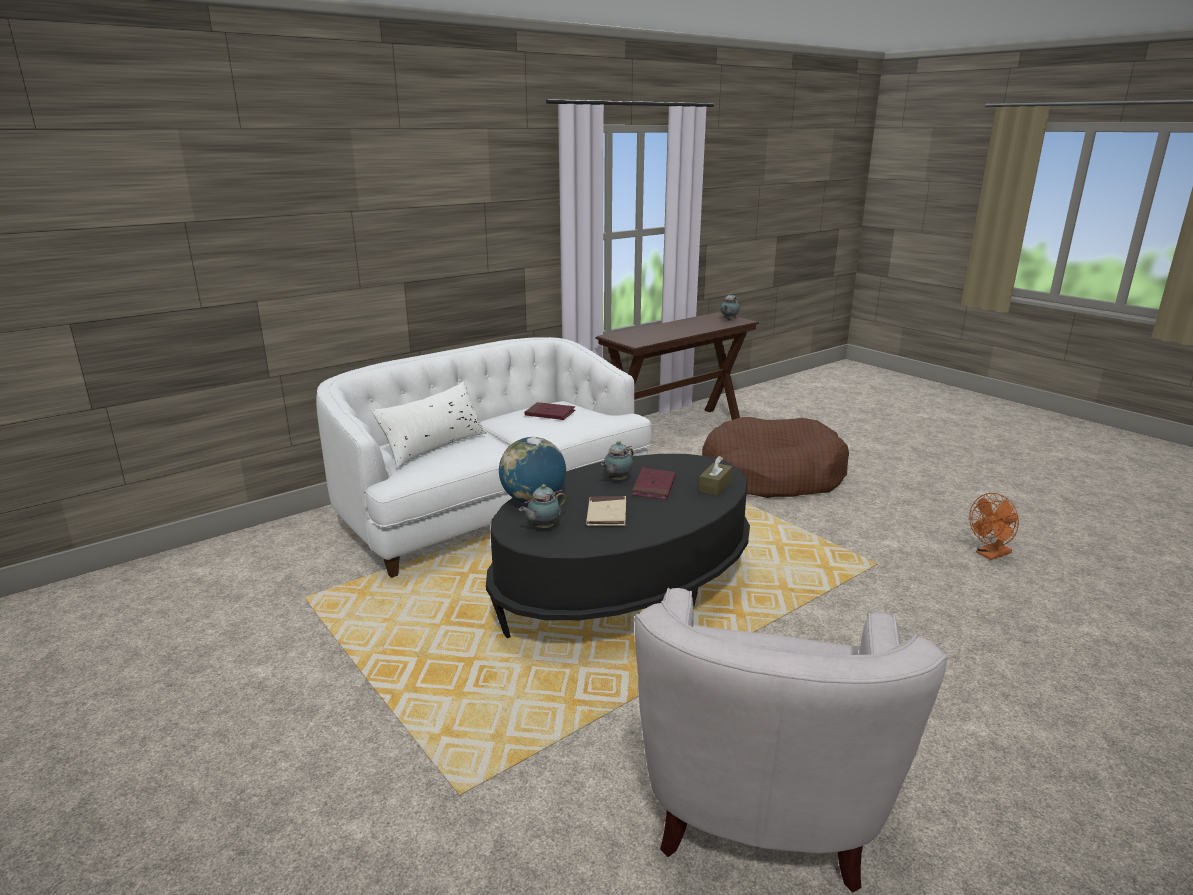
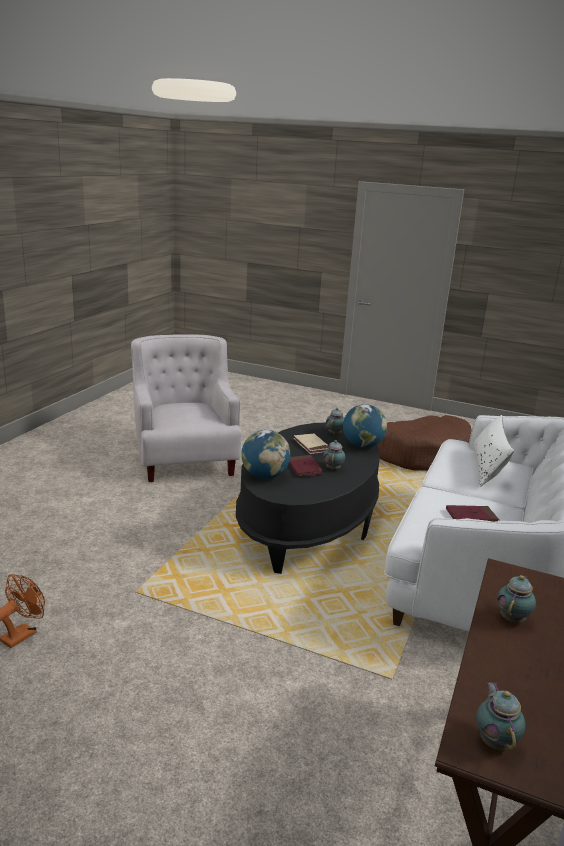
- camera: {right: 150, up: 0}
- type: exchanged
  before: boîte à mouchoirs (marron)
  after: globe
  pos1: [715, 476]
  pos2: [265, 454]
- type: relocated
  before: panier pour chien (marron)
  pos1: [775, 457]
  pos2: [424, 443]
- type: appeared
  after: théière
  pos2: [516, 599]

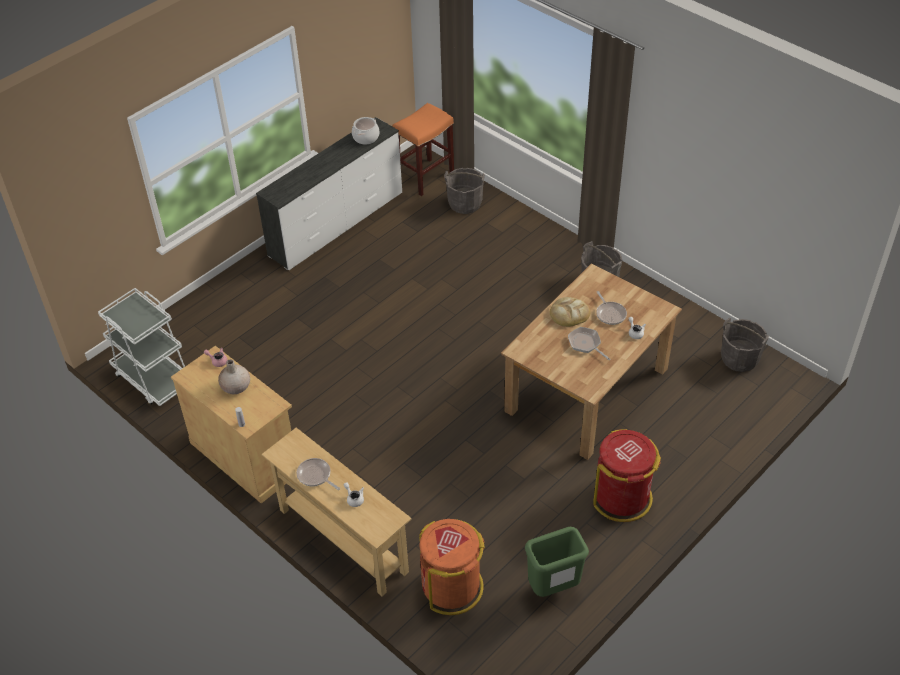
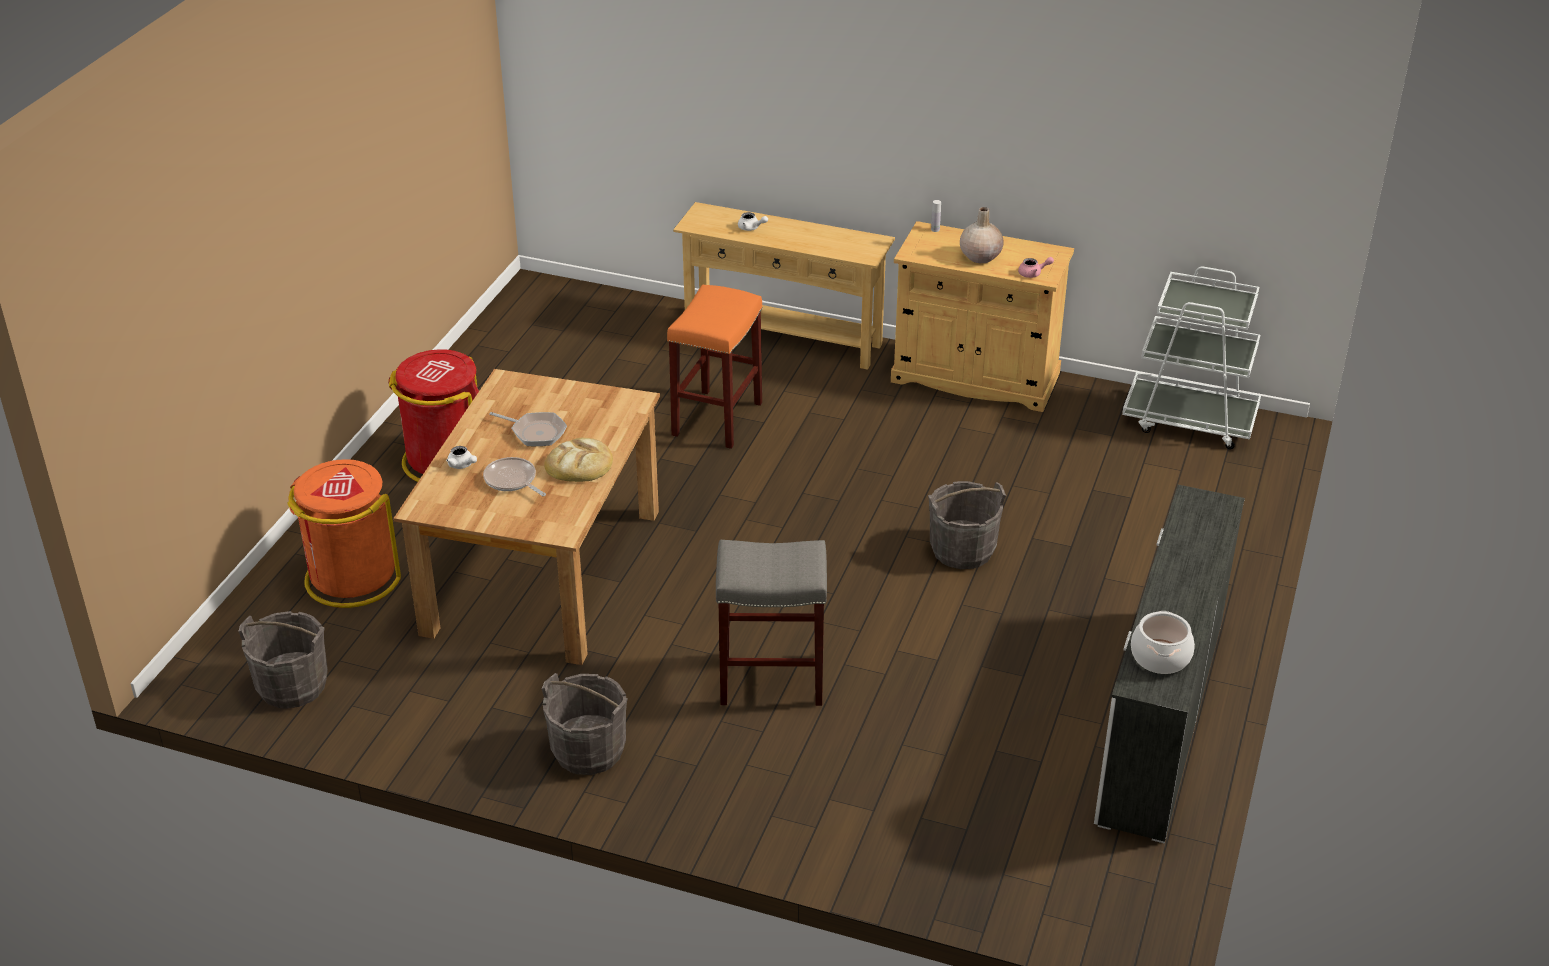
- camera: {right: 155, up: -10}
- type: missing
  before: poêle
  pos1: [318, 474]
- type: relocated
  before: tabouret (orange)
  pos1: [423, 149]
  pos2: [715, 367]
- type: relocated
  before: poubelle (orange)
  pos1: [452, 567]
  pos2: [344, 533]
- type: relocated
  before: seau (gris)
  pos1: [464, 191]
  pos2: [967, 525]
- type: missing
  before: poubelle (vert)
  pos1: [557, 562]
- type: appeared
  after: tabouret (gris)
  pos2: [771, 623]

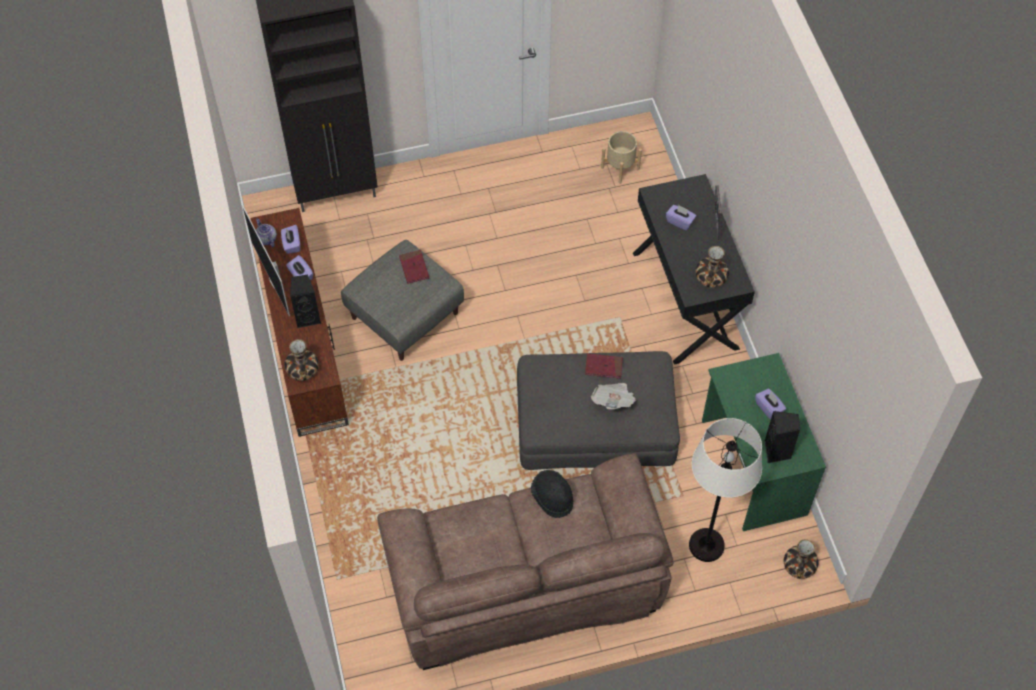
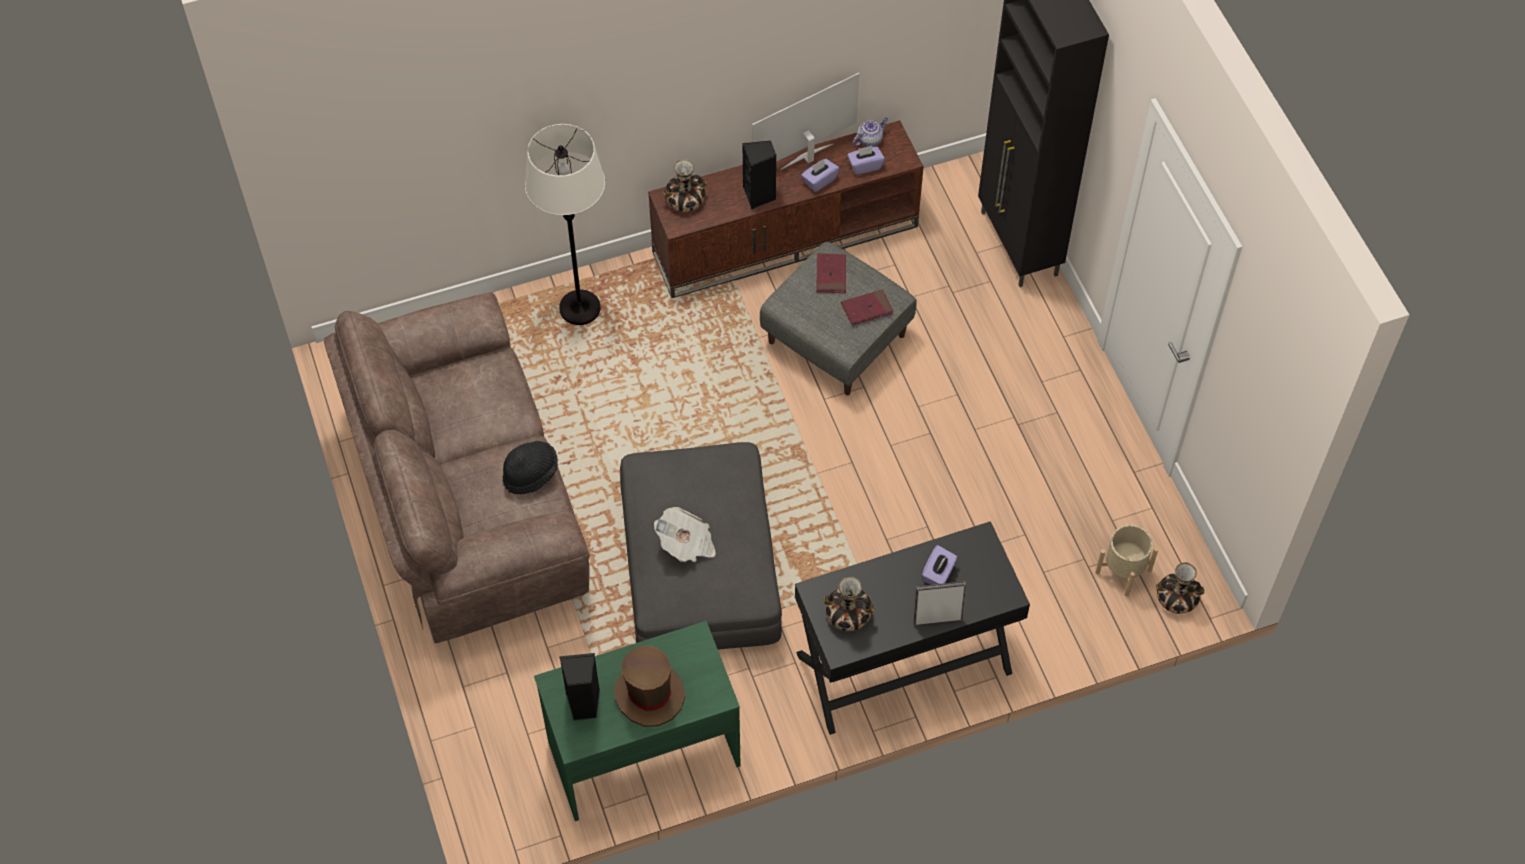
- camera: {right: 85, up: 0}
- type: relocated
  before: livre (rouge)
  pos1: [604, 366]
  pos2: [831, 273]
- type: relocated
  before: lampadaire (blanc)
  pos1: [725, 490]
  pos2: [565, 224]
- type: exchanged
  before: boîte à mouchoirs (violet)
  after: chapeau (marron)
  pos1: [770, 404]
  pos2: [650, 686]
- type: relocated
  before: vase
  pos1: [801, 559]
  pos2: [1180, 588]

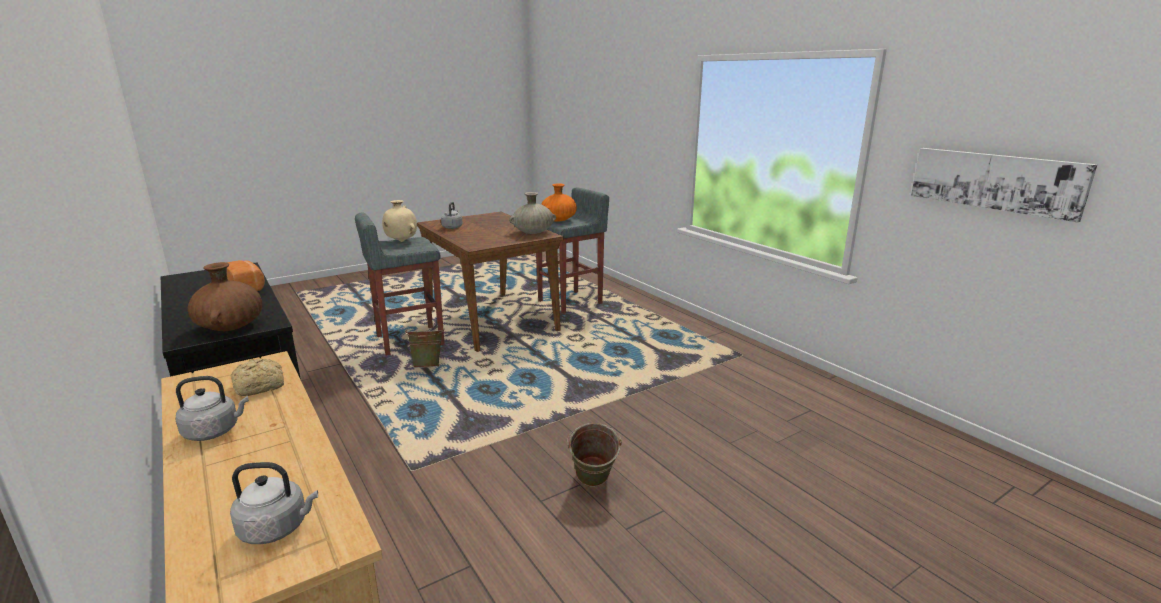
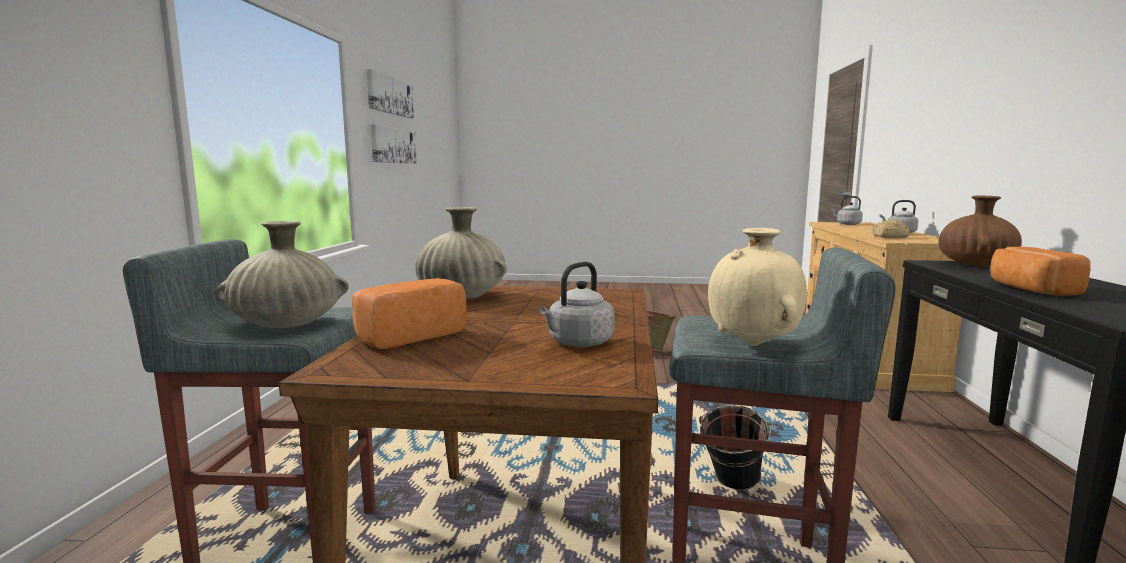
- camera: {right: -140, up: -10}
- type: colour
  before: seau (vert)
  after: seau (noir)
  pos1: [424, 348]
  pos2: [735, 448]
- type: colour
  before: vase (orange)
  after: vase (beige)
  pos1: [559, 202]
  pos2: [282, 274]
- type: appeared
  after: pain
  pos2: [409, 313]
- type: appeared
  after: tableau
  pos2: [390, 93]

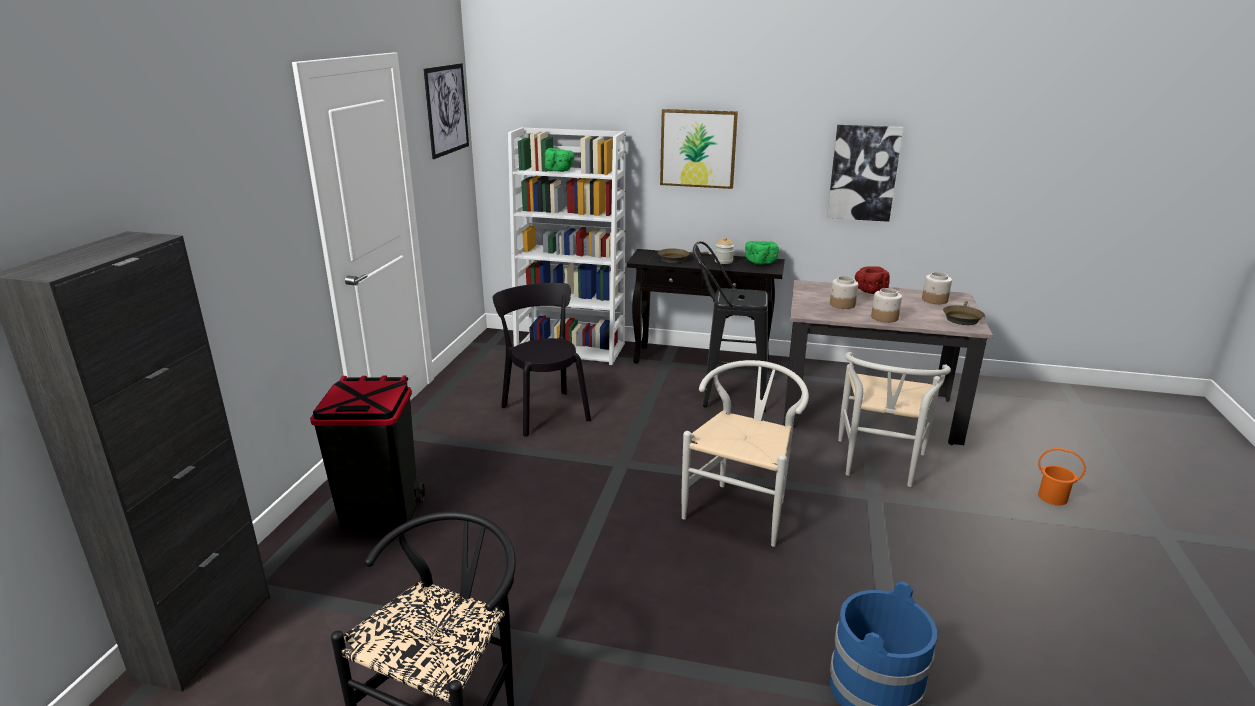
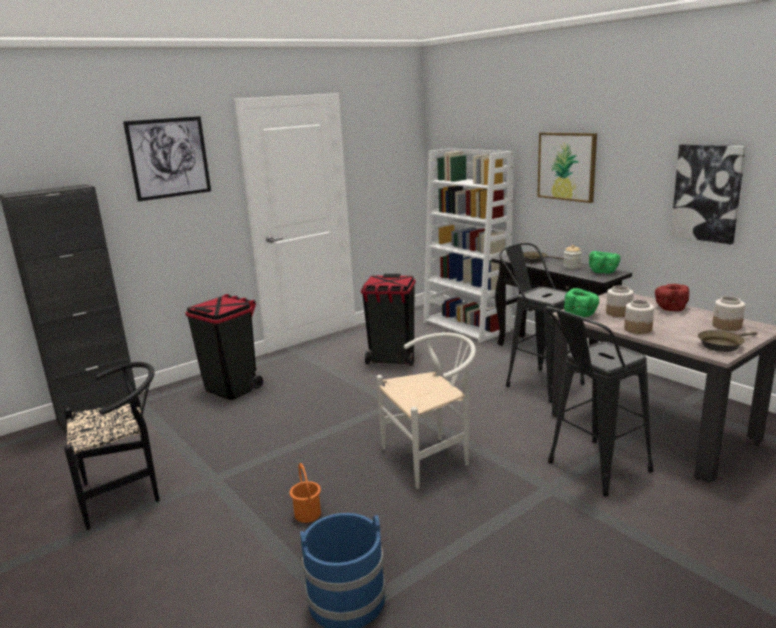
- camera: {right: 40, up: -5}
- type: relocated
  before: tableau
  pos1: [446, 111]
  pos2: [167, 159]
- type: exchanged
  before: chaise (noir)
  after: poubelle (noir)
  pos1: [542, 360]
  pos2: [388, 320]
- type: relocated
  before: bol (vert)
  pos1: [559, 160]
  pos2: [581, 302]
- type: exchanged
  before: chaise (blanc)
  after: tabouret (noir)
  pos1: [894, 419]
  pos2: [599, 401]
- type: relocated
  before: seau (orange)
  pos1: [1062, 476]
  pos2: [305, 493]

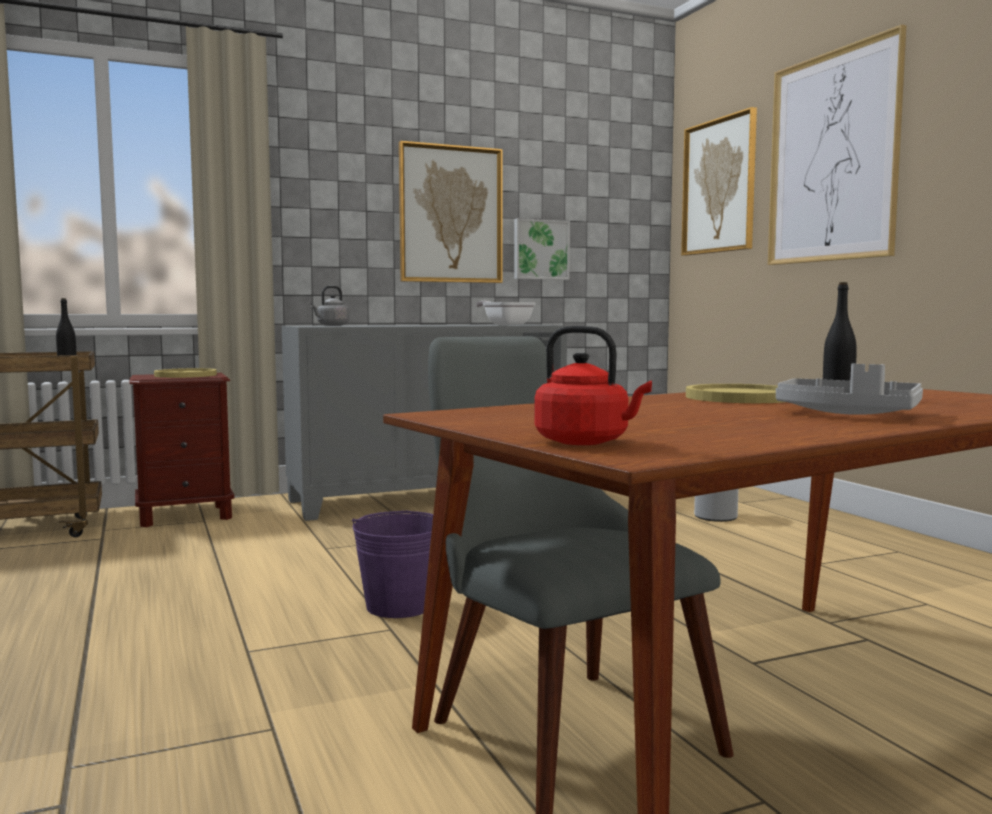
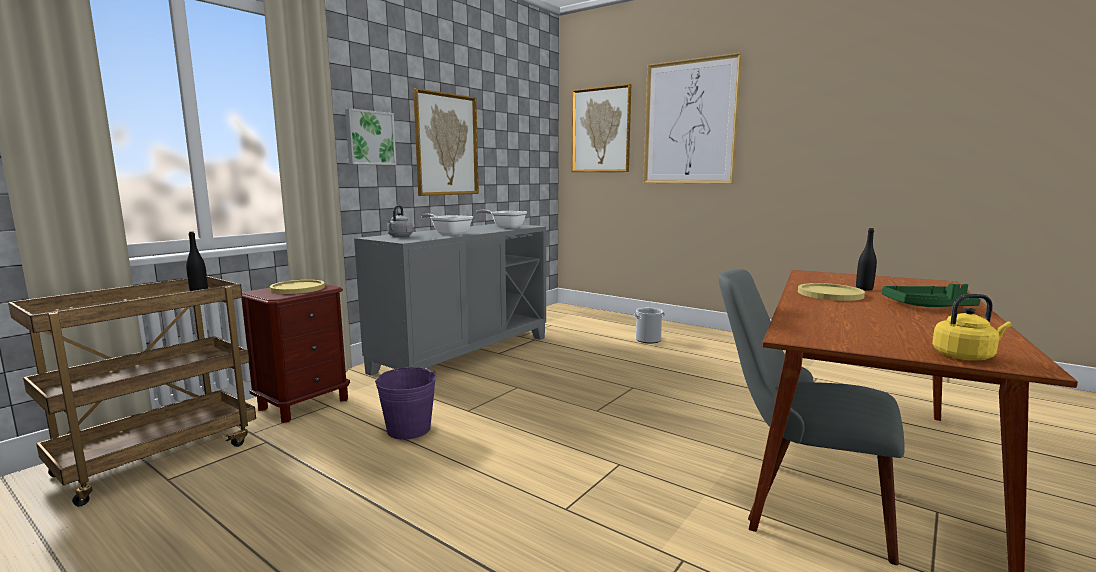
- camera: {right: -30, up: 5}
- type: relocated
  before: seau (violet)
  pos1: [392, 564]
  pos2: [405, 403]
- type: relocated
  before: tableau
  pos1: [542, 249]
  pos2: [370, 136]
- type: colour
  before: bouilloire (rouge)
  after: bouilloire (jaune)
  pos1: [593, 385]
  pos2: [972, 327]
- type: colour
  before: plateau (gris)
  after: plateau (vert)
  pos1: [849, 389]
  pos2: [931, 295]
- type: appeared
  after: poêle
  pos2: [447, 224]

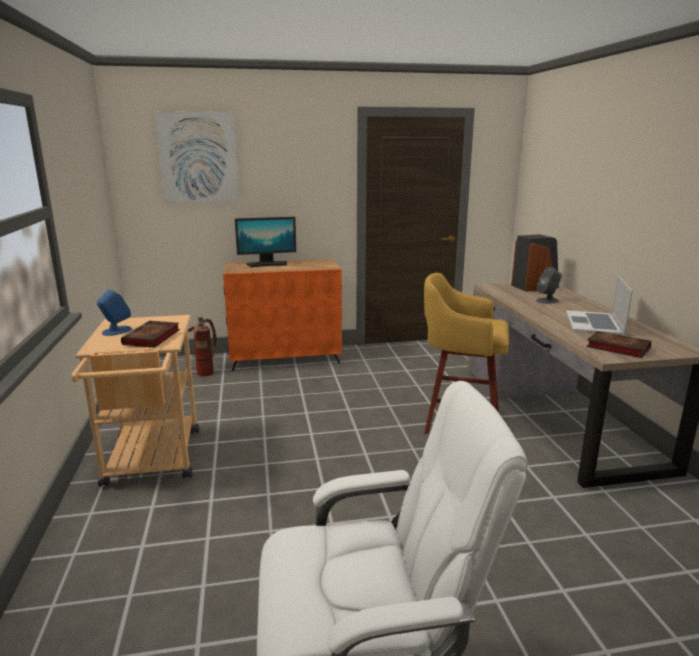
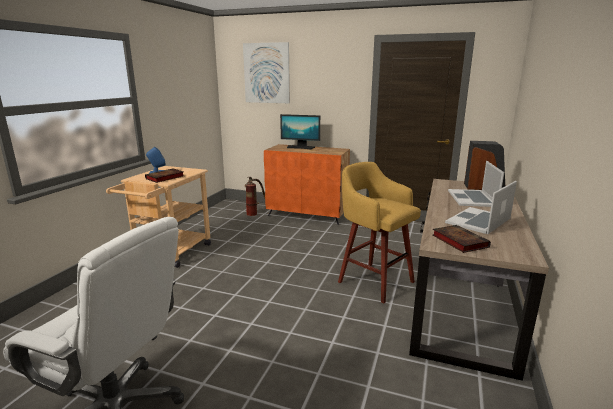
- camera: {right: 30, up: 0}
- type: exchanged
  before: enceinte (gris)
  after: ordinateur portable
  pos1: [549, 285]
  pos2: [476, 184]

